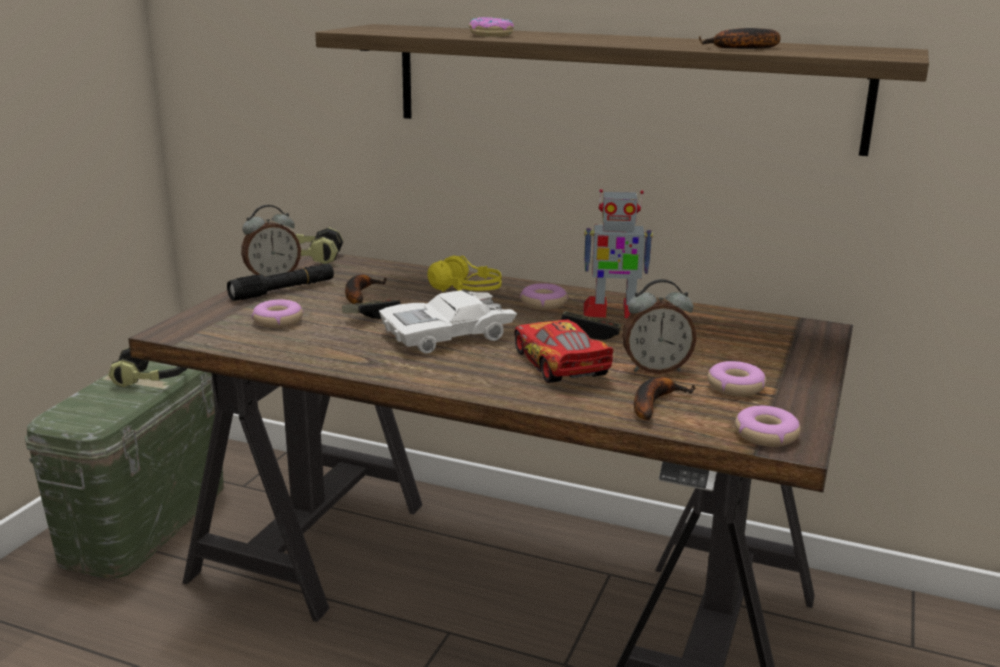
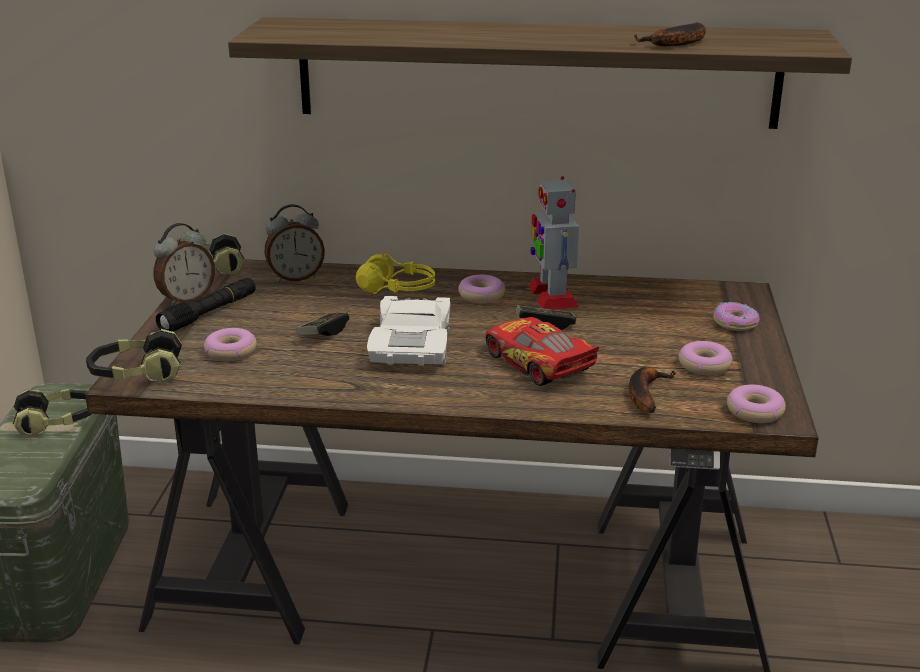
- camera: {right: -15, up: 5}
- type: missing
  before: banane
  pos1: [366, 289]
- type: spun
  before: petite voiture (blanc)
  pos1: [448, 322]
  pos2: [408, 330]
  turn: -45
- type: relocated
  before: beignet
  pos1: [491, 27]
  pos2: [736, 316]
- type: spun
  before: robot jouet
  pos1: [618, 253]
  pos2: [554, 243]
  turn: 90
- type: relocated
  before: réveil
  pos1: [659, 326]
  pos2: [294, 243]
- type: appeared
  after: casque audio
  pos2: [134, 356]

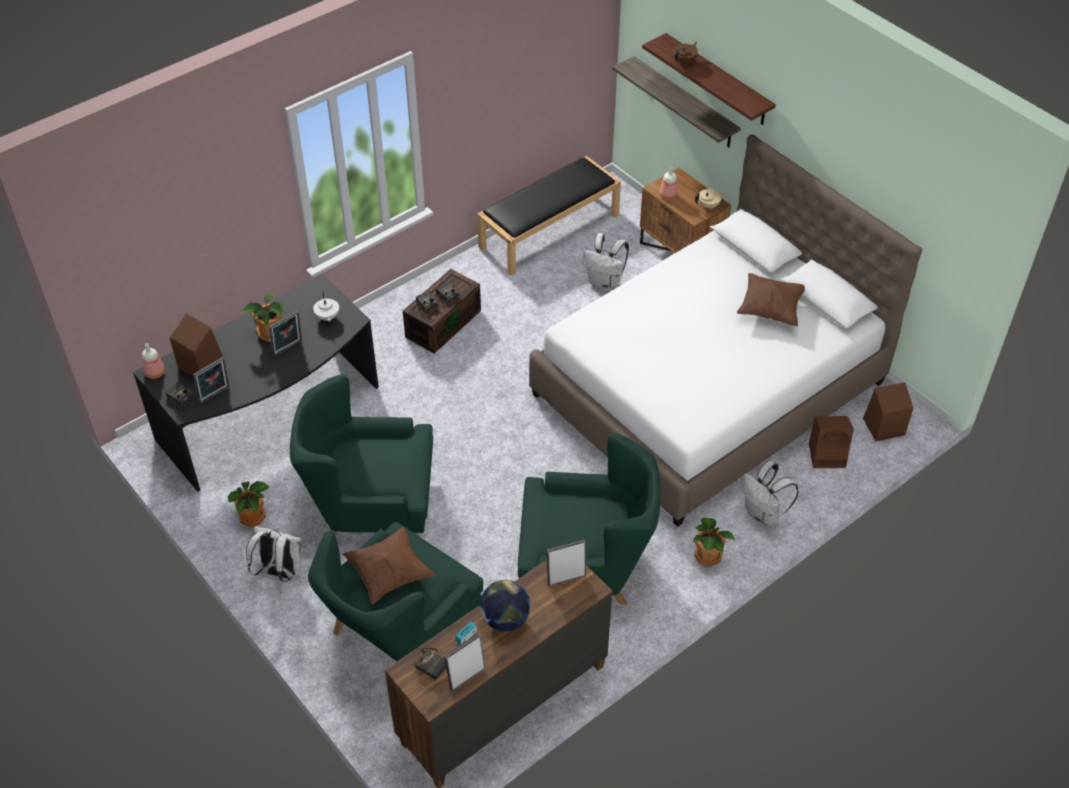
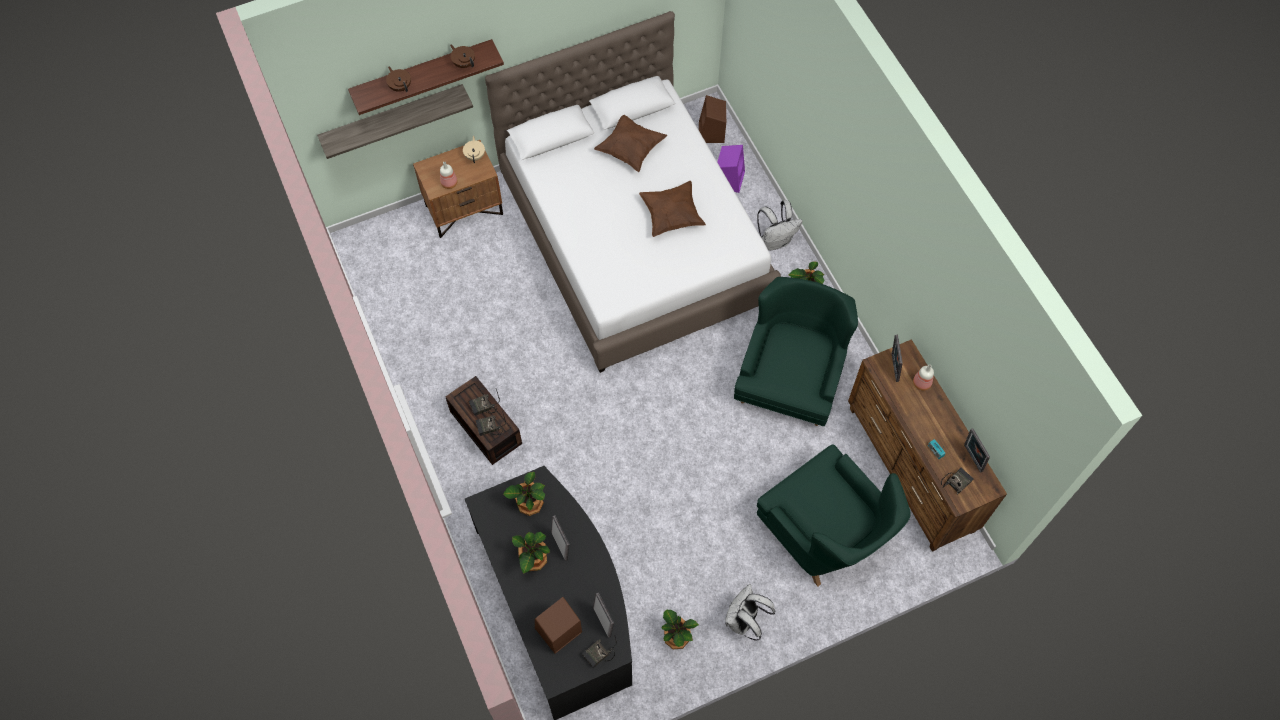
- camera: {right: -75, up: 15}
- type: relocated
  before: bouteille
  pos1: [153, 361]
  pos2: [923, 378]
- type: missing
  before: fauteuil (vert)
  pos1: [361, 455]
- type: exchanged
  before: théière (blanc)
  after: plante en pot
  pos1: [326, 307]
  pos2: [524, 494]
- type: relocated
  before: coussin (marron)
  pos1: [389, 565]
  pos2: [672, 209]
- type: missing
  before: banc (noir)
  pos1: [549, 216]
- type: missing
  before: globe
  pos1: [505, 605]
- type: missing
  before: sac à dos (blanc)
  pos1: [605, 262]
- type: colour
  before: enceinte (marron)
  after: enceinte (violet)
  pos1: [831, 442]
  pos2: [731, 169]
- type: appeared
  after: théière (marron)
  pos2: [462, 56]

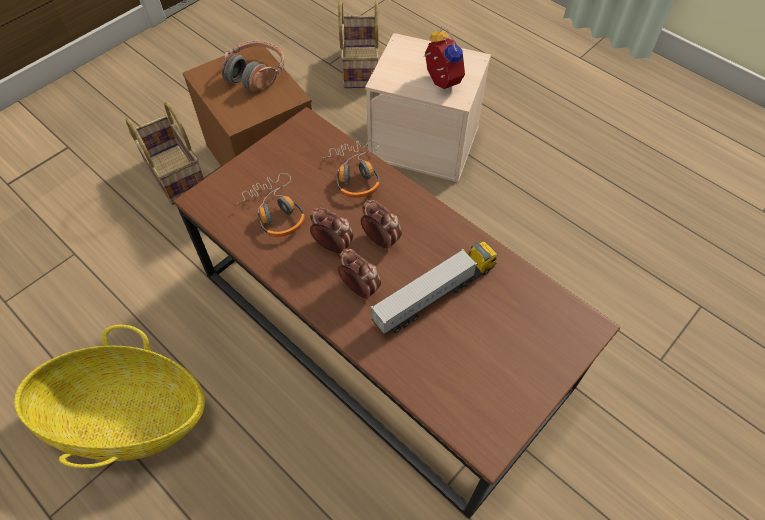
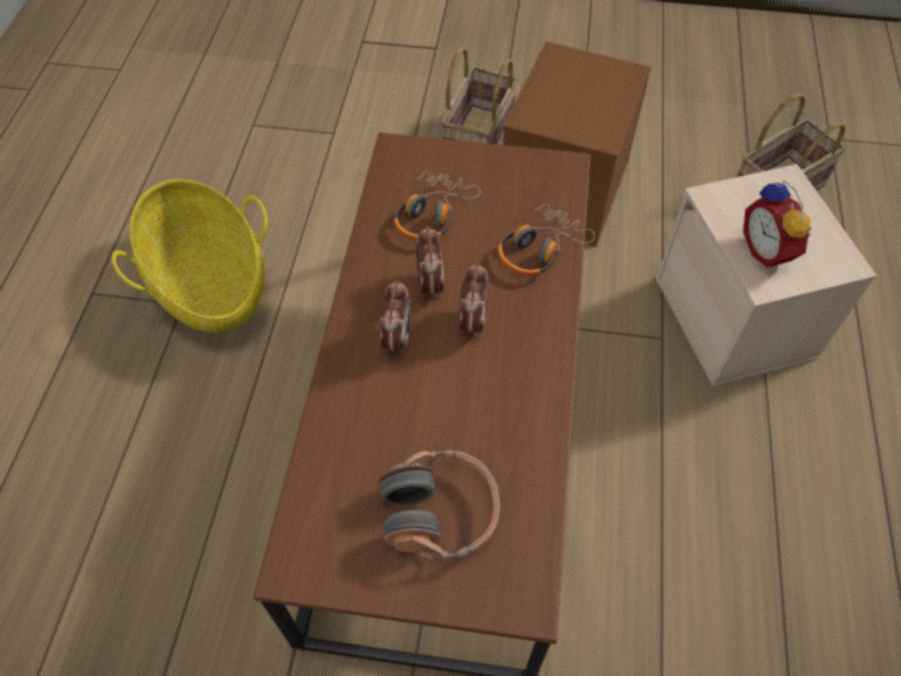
- camera: {right: 55, up: 0}
- type: relocated
  before: casque audio
  pos1: [253, 66]
  pos2: [439, 505]
- type: missing
  before: camion jouet
  pos1: [434, 288]
- type: spun
  before: réveil
  pos1: [444, 58]
  pos2: [777, 225]
  turn: 135

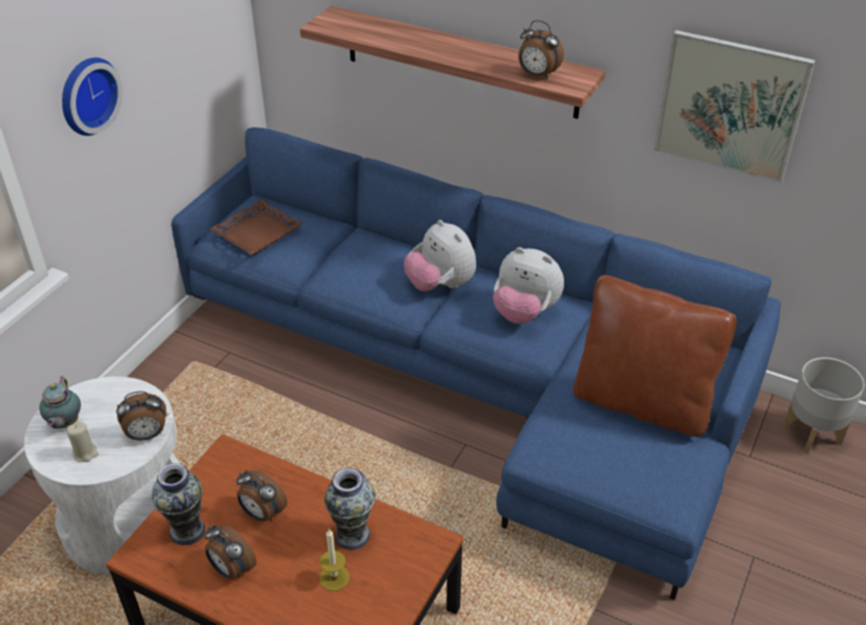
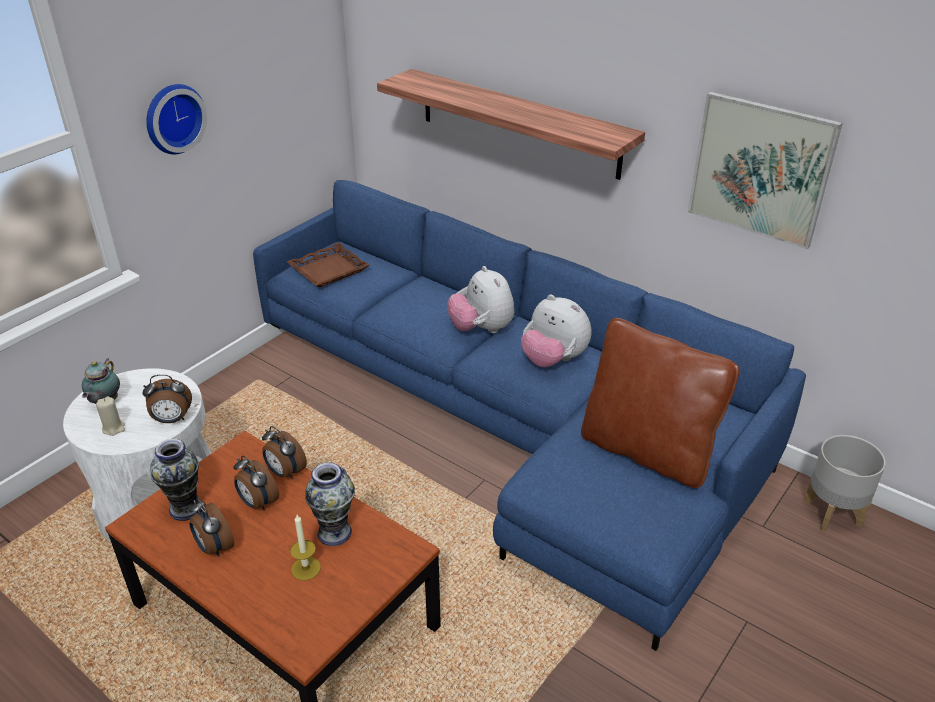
- camera: {right: 10, up: -5}
- type: relocated
  before: réveil
  pos1: [541, 49]
  pos2: [284, 452]

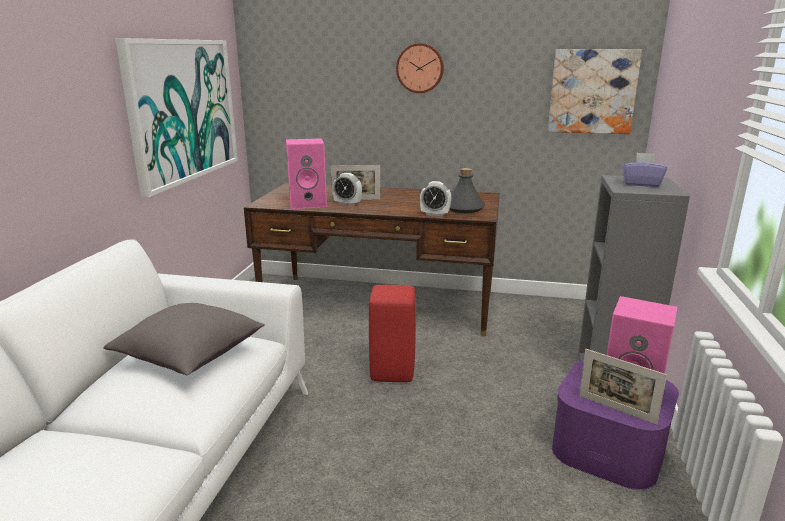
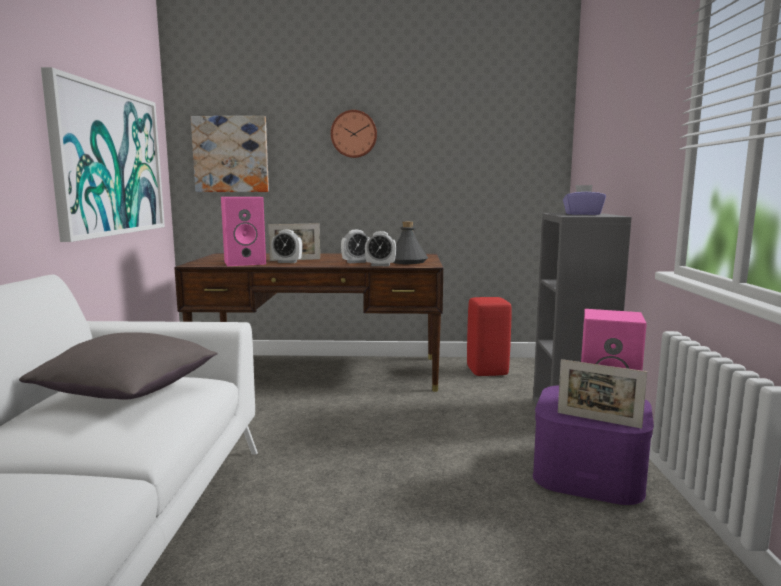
- camera: {right: -10, up: -10}
- type: relocated
  before: tabouret (rouge)
  pos1: [392, 333]
  pos2: [489, 336]
- type: relocated
  before: tableau
  pos1: [595, 91]
  pos2: [230, 154]
- type: appeared
  after: réveil
  pos2: [355, 246]

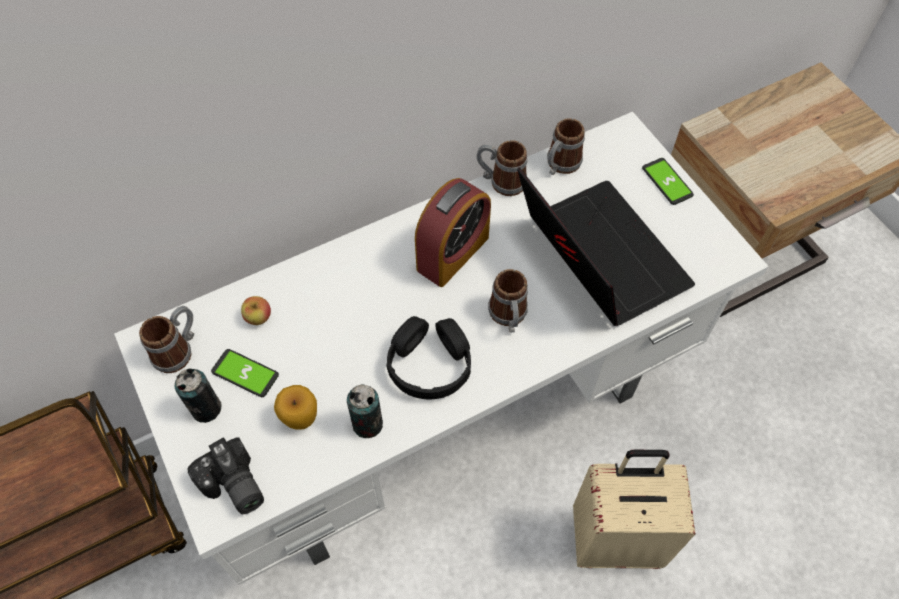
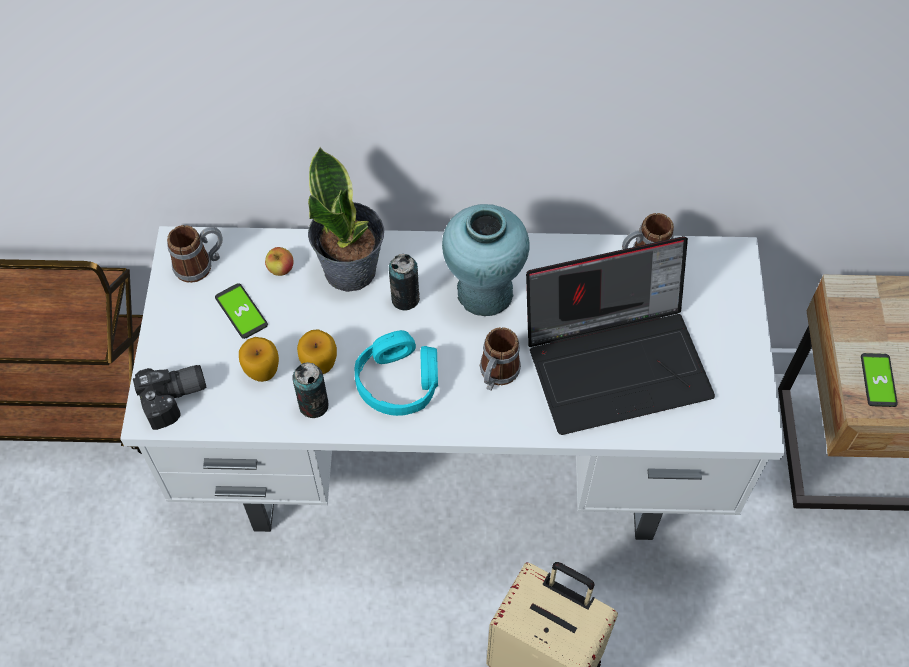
- camera: {right: 30, up: 0}
- type: relocated
  before: boîte métallique
  pos1: [198, 396]
  pos2: [404, 282]
- type: spun
  before: appareil photo
  pos1: [225, 475]
  pos2: [170, 397]
  turn: -105
- type: colour
  before: casque audio (noir)
  after: casque audio (turquoise)
  pos1: [429, 357]
  pos2: [396, 373]
- type: exchanged
  before: réveil
  after: vase (turquoise)
  pos1: [453, 232]
  pos2: [486, 260]
- type: missing
  before: mug
  pos1: [502, 168]
- type: spun
  before: ordinateur portable
  pos1: [606, 246]
  pos2: [620, 335]
  turn: 75
- type: relocated
  before: téléphone
  pos1: [668, 181]
  pos2: [879, 380]
- type: appeared
  after: pomme
  pos2: [317, 351]
- type: appeared
  after: plante en pot
  pos2: [346, 219]

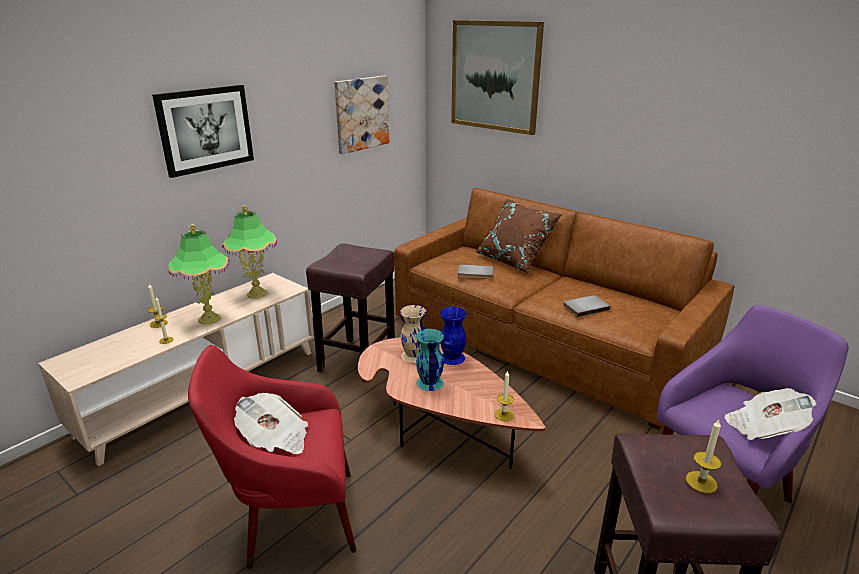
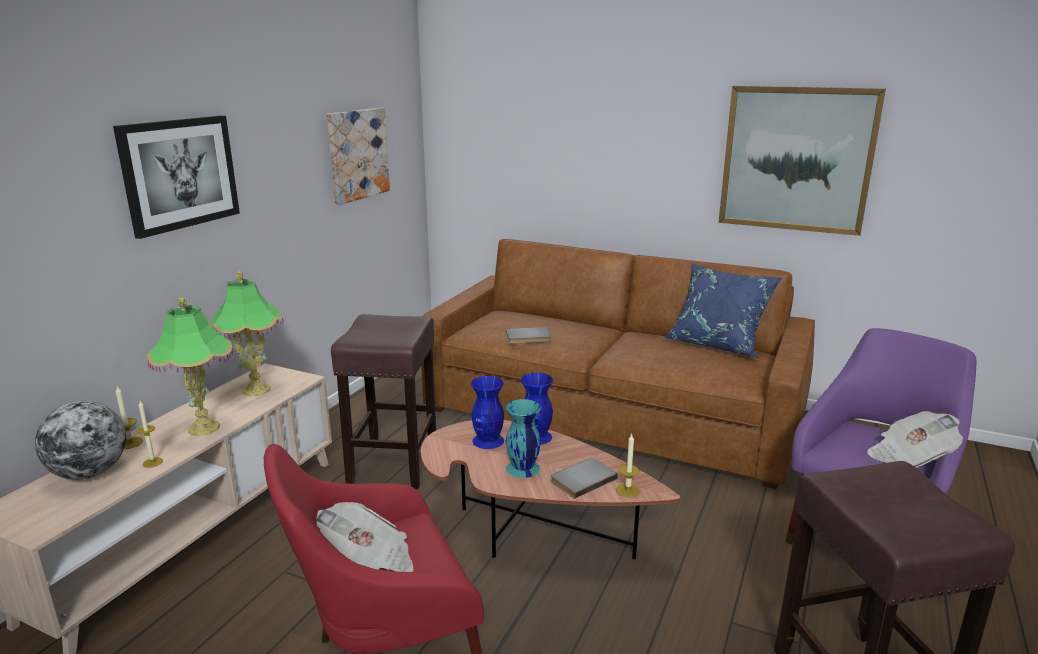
- camera: {right: -15, up: -5}
- type: colour
  before: vase (beige)
  after: vase (bleu)
  pos1: [413, 334]
  pos2: [487, 412]
- type: relocated
  before: tableau
  pos1: [497, 77]
  pos2: [802, 161]
- type: missing
  before: coussin (marron)
  pos1: [519, 237]
- type: relocated
  before: livre (gris)
  pos1: [587, 306]
  pos2: [584, 478]
- type: missing
  before: bougie
  pos1: [704, 456]
- type: appeared
  after: globe
  pos2: [80, 440]
- type: appeared
  after: coussin (bleu)
  pos2: [722, 311]

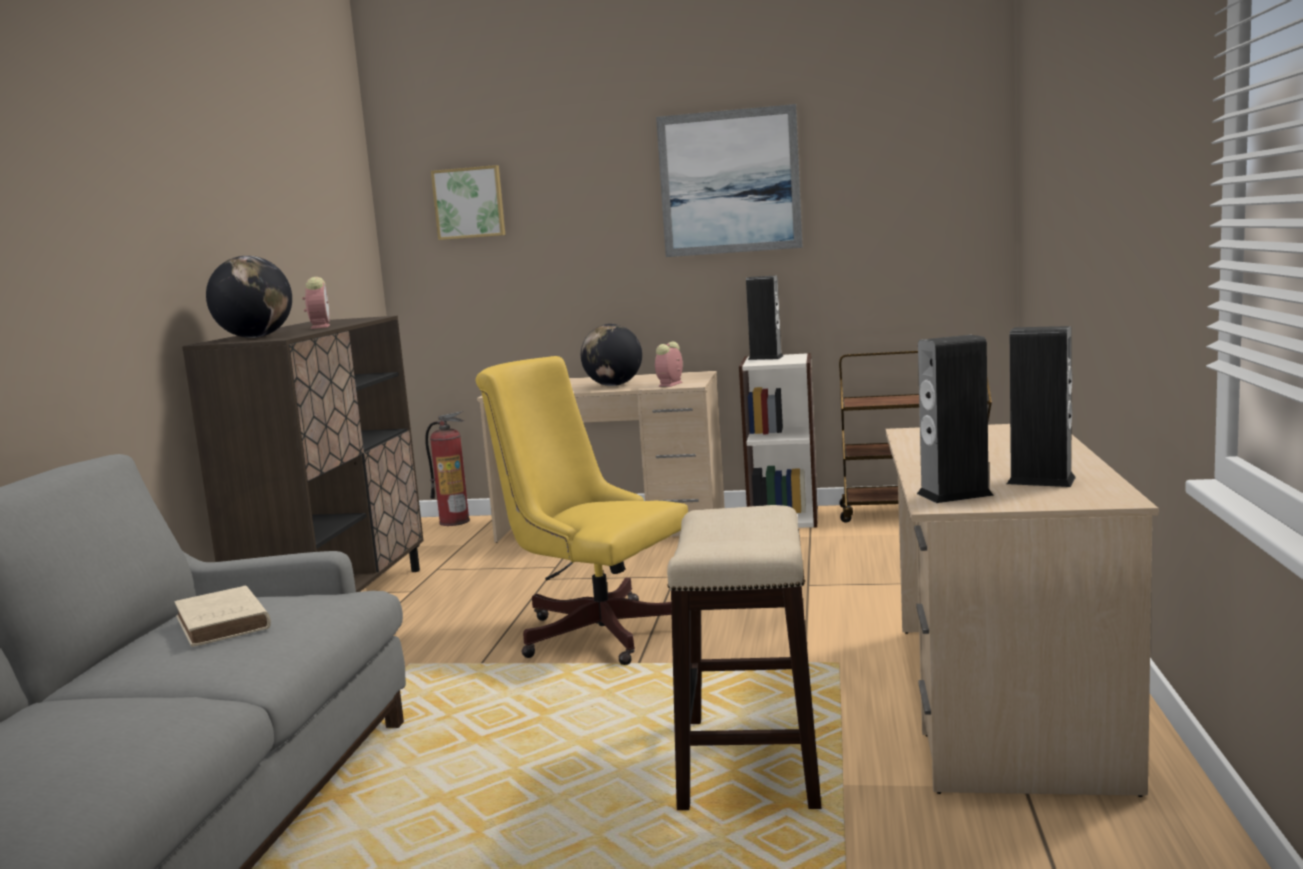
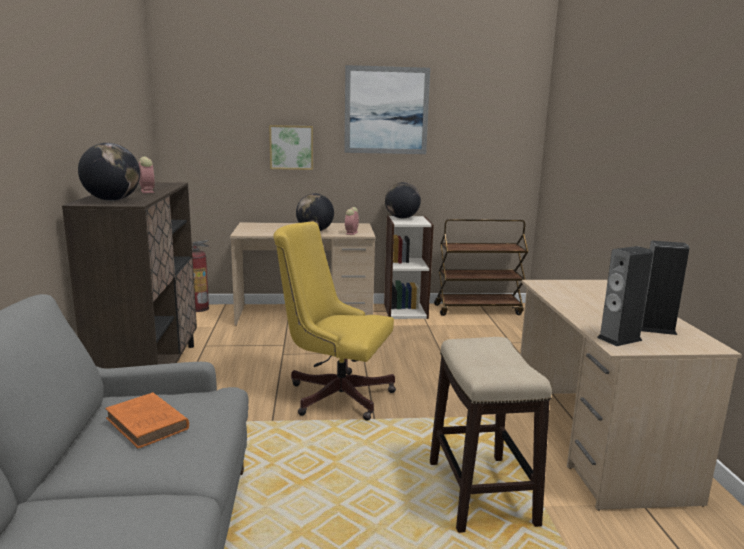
- camera: {right: -15, up: 5}
- type: colour
  before: livre (beige)
  after: livre (orange)
  pos1: [222, 616]
  pos2: [147, 420]
- type: relocated
  before: tableau
  pos1: [468, 202]
  pos2: [291, 147]
- type: exchanged
  before: enceinte
  after: globe
  pos1: [764, 317]
  pos2: [403, 200]

